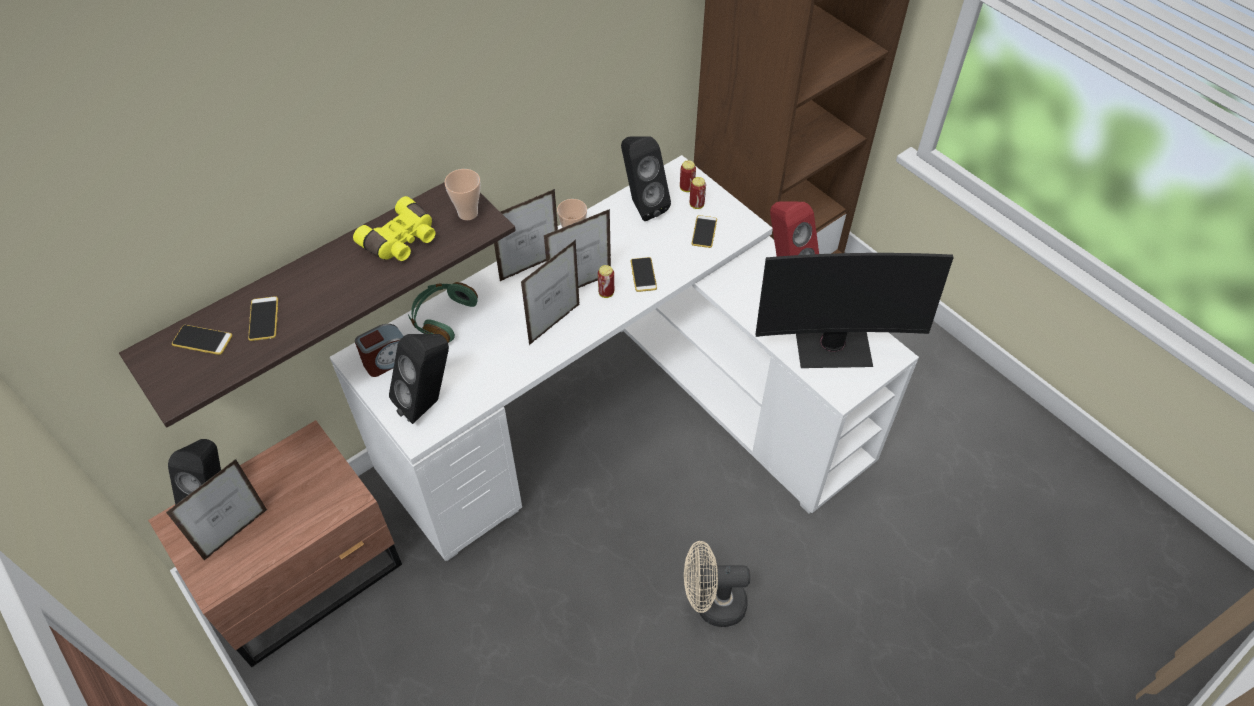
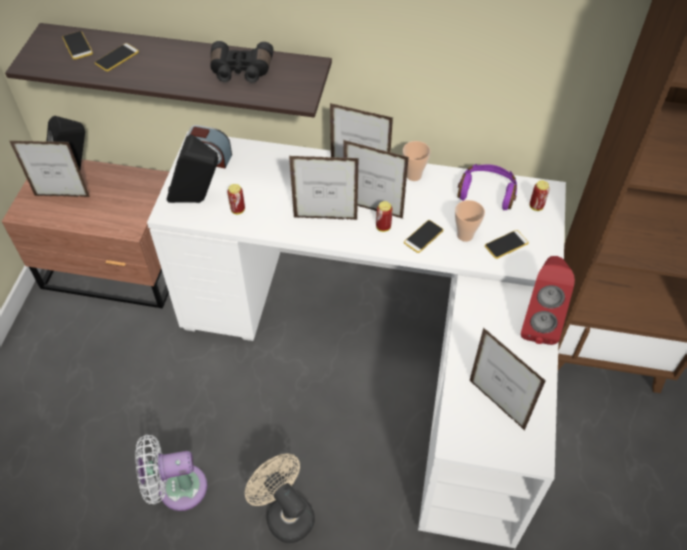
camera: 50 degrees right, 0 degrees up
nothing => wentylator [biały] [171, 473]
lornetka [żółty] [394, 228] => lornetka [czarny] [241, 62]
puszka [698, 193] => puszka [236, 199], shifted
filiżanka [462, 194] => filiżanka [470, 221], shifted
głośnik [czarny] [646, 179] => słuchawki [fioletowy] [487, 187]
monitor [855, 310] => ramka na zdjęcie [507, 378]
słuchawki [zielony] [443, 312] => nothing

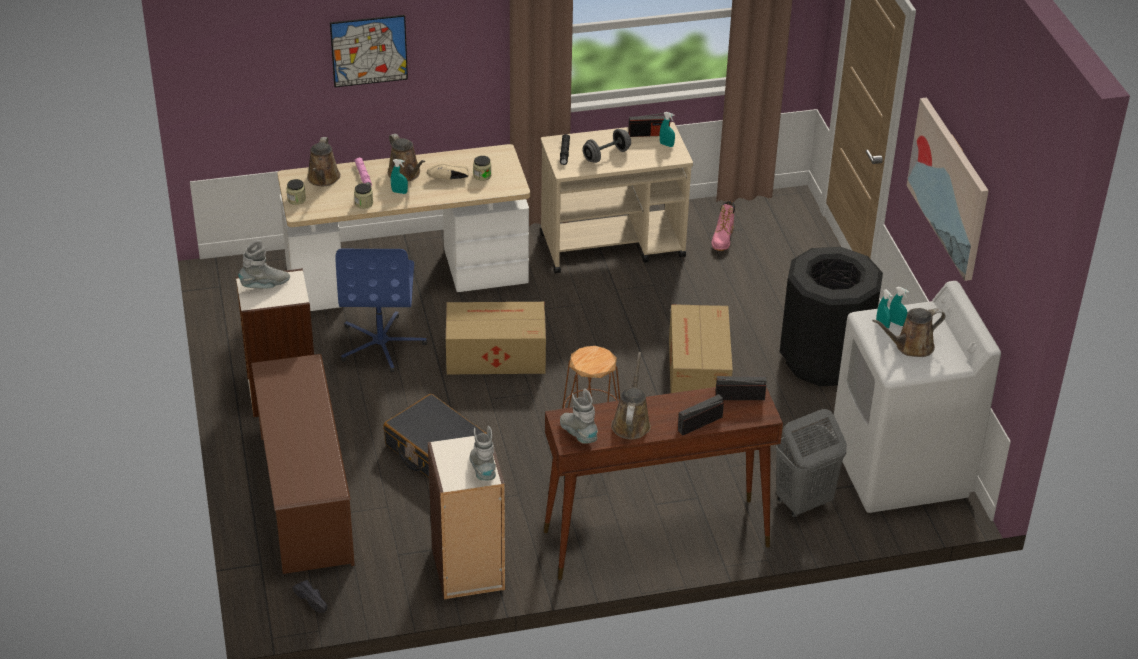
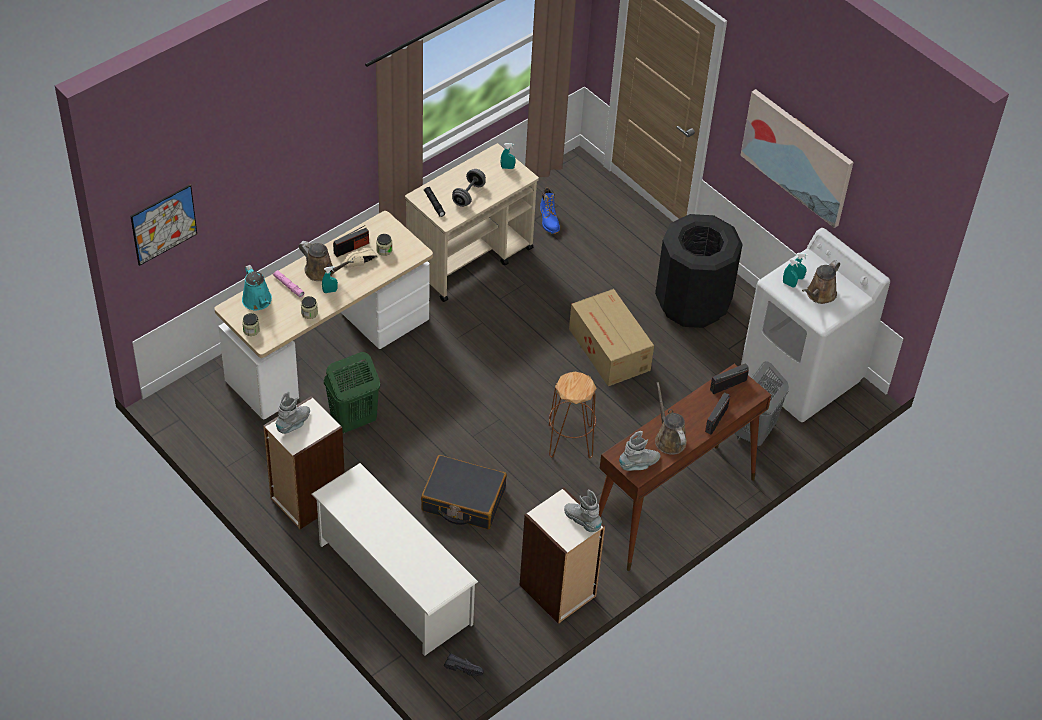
camera: 30 degrees left, 10 degrees up
obraz [369, 51] => obraz [163, 225], shifted
konewka [brązowy] [324, 161] => konewka [turkusowy] [257, 287]
regał na buty [brązowy] [303, 464] => regał na buty [biały] [394, 559]
krzesło biurowe [niebieski] [381, 310] => kosz na pranie [zielony] [352, 393]
radio [649, 125] => radio [351, 241], shifted
but z cholewką [różowy] [723, 226] => but z cholewką [niebieski] [550, 211]
but z cholewką [szary] [579, 416] => but z cholewką [szary] [639, 451], 120 degrees clockwise
karton [496, 338] => nothing

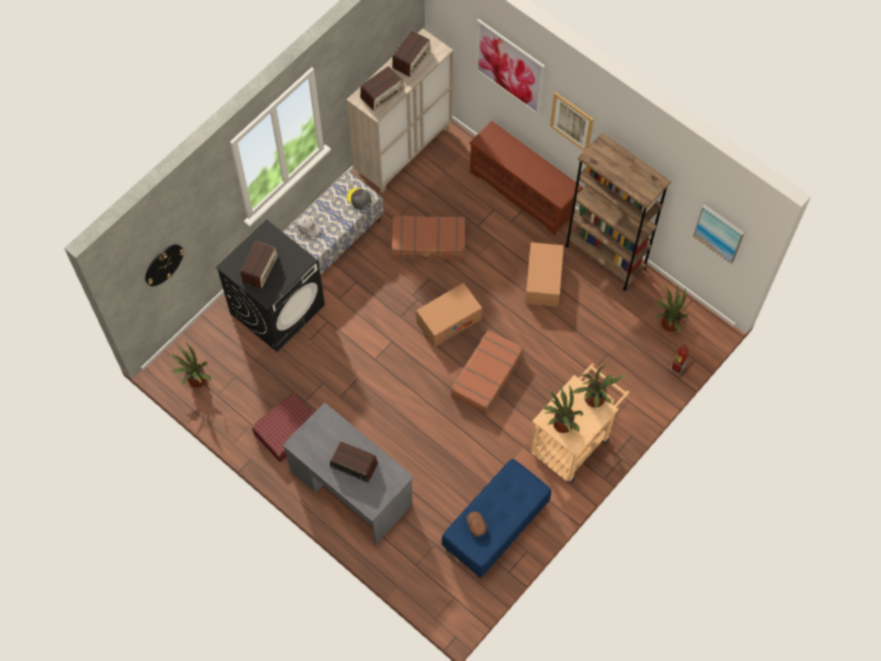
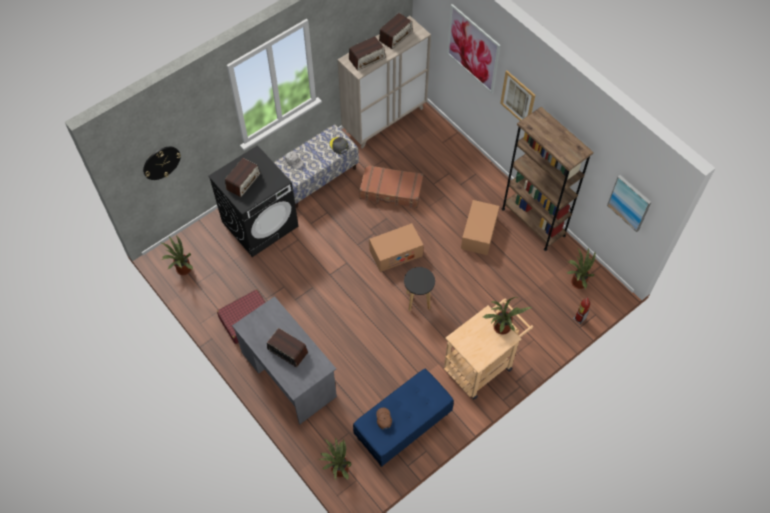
camera: 10 degrees right, 5 degrees down
roślina doniczkowa [562, 409] => roślina doniczkowa [335, 458], shifted
walizka [brązowy] [487, 372] => stołek [czarny] [419, 289]
regał na buty [brązowy] [526, 178] => nothing

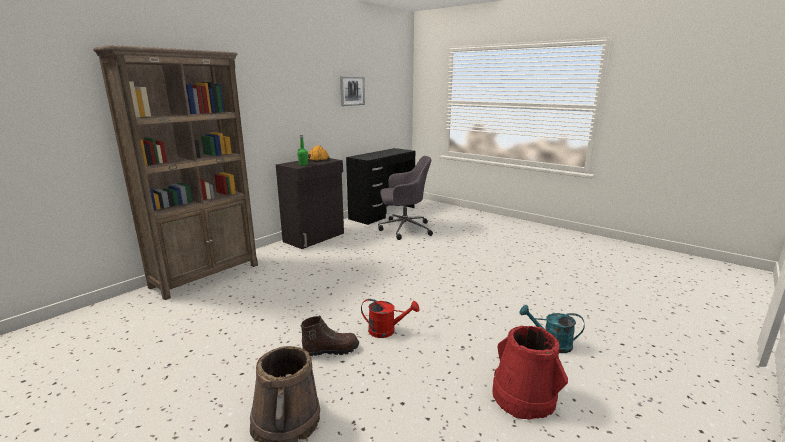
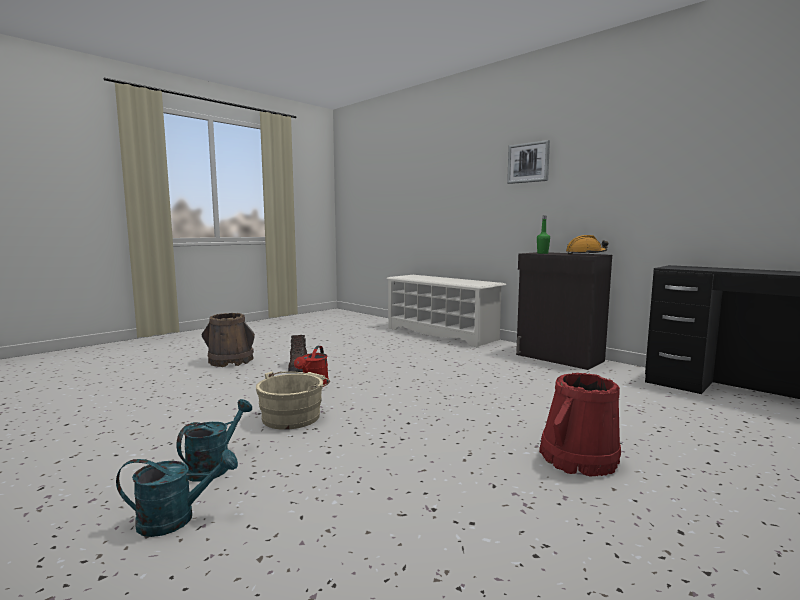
camera: 95 degrees right, 10 degrees down
nothing => konewka [turkusowy] [177, 493]
nothing => wiadro [beżowy] [293, 400]
regał [brązowy] [175, 172] => regał na buty [biały] [446, 311]
obraz [352, 91] => obraz [528, 162], shifted
wiadro [czerwony] [530, 373] => wiadro [czerwony] [580, 425], shifted
krzesło biurowe [szary] [405, 198] => nothing

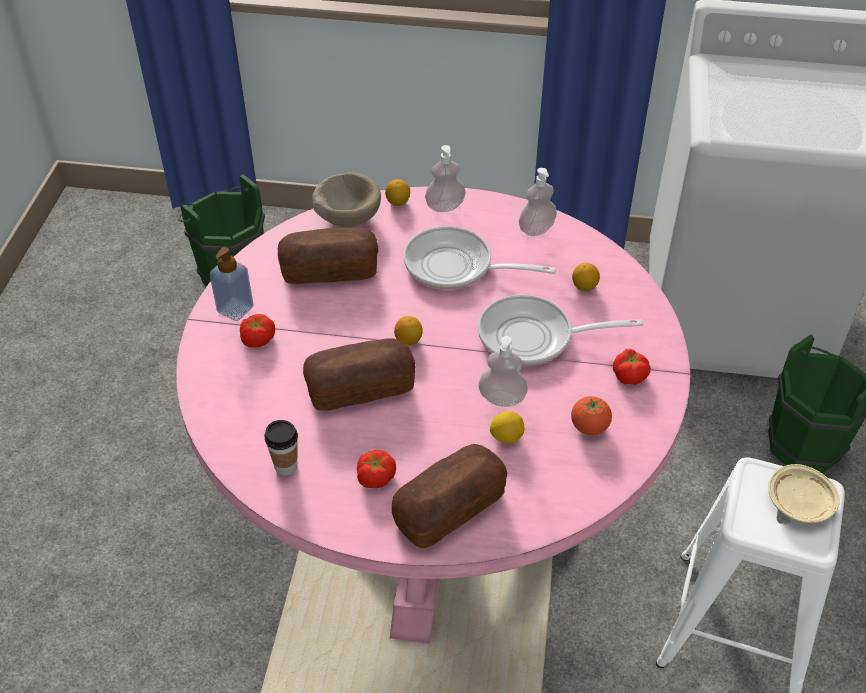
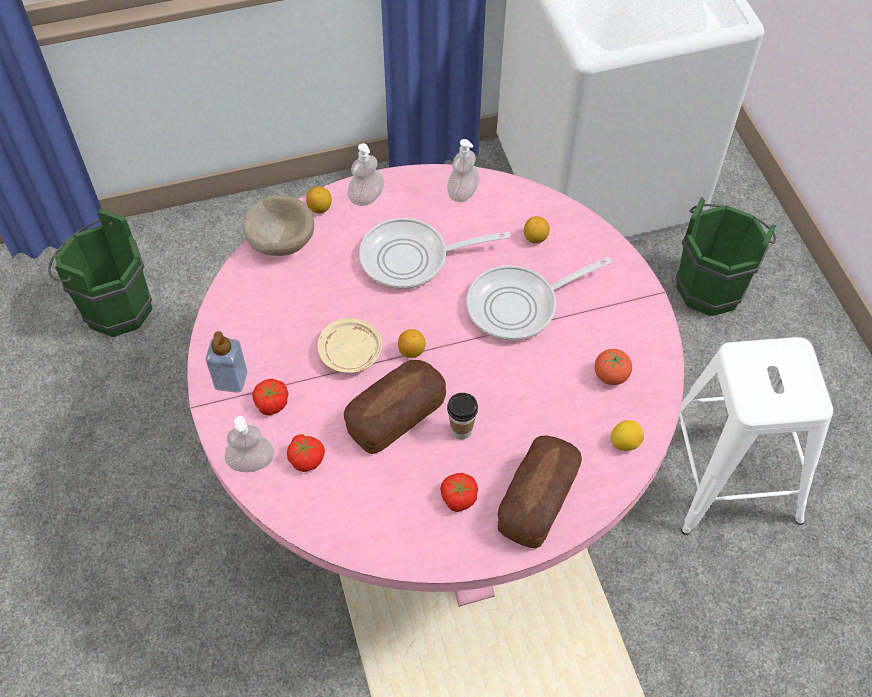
camera: 25 degrees left, 10 degrees up
dozownik mydła [503, 371] => dozownik mydła [249, 444], shifted
pomidor [632, 367] => pomidor [306, 453], shifted
talerz [beżowy] [804, 493] => talerz [beżowy] [349, 345], shifted
filiżanka [281, 448] => filiżanka [462, 416], shifted
cytryna [507, 427] => cytryna [627, 435], shifted
chleb [328, 256] => nothing

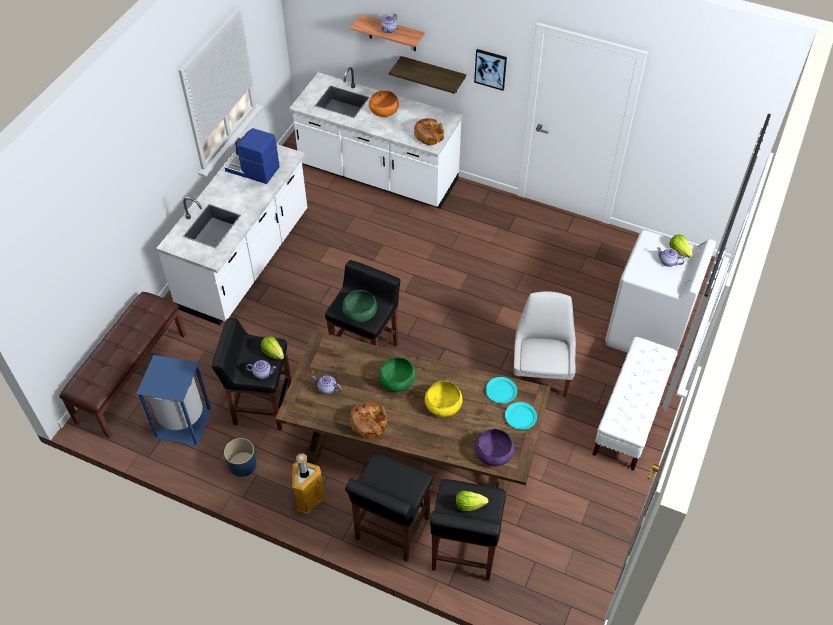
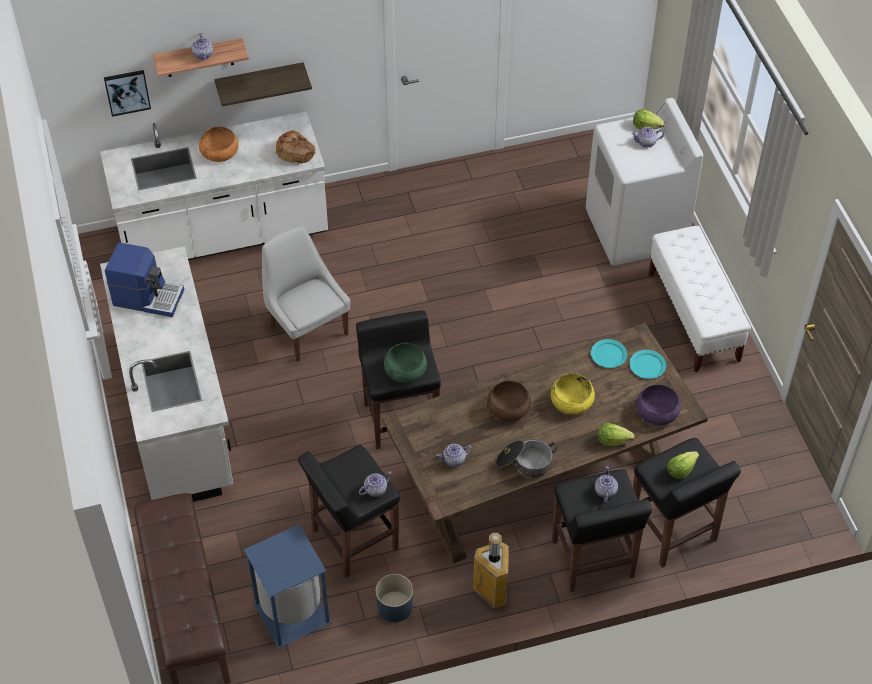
camera: 40 degrees left, 0 degrees up
obraz [490, 70] => obraz [127, 93], shifted
ekspres do kawy [252, 156] => ekspres do kawy [144, 280], 150 degrees counterclockwise
krzesło [biały] [545, 344] => krzesło [biały] [306, 293], shifted
miska [zielony] [397, 374] => miska [brązowy] [509, 400]
chleb [368, 420] => garnek [526, 458]
nothing => imbryk [606, 484]
sałata [272, 348] => sałata [616, 434], shifted

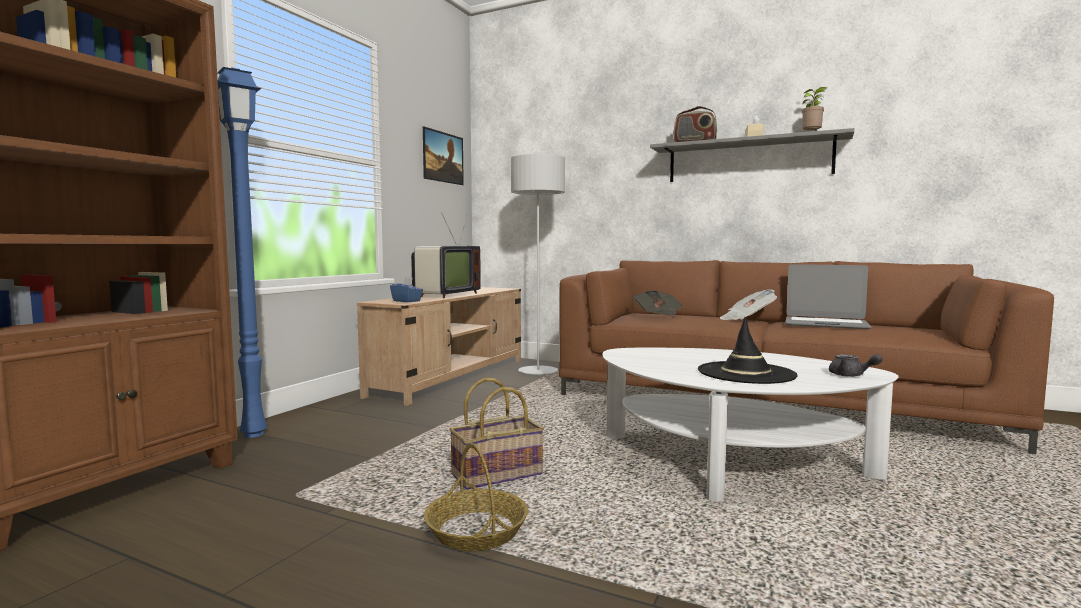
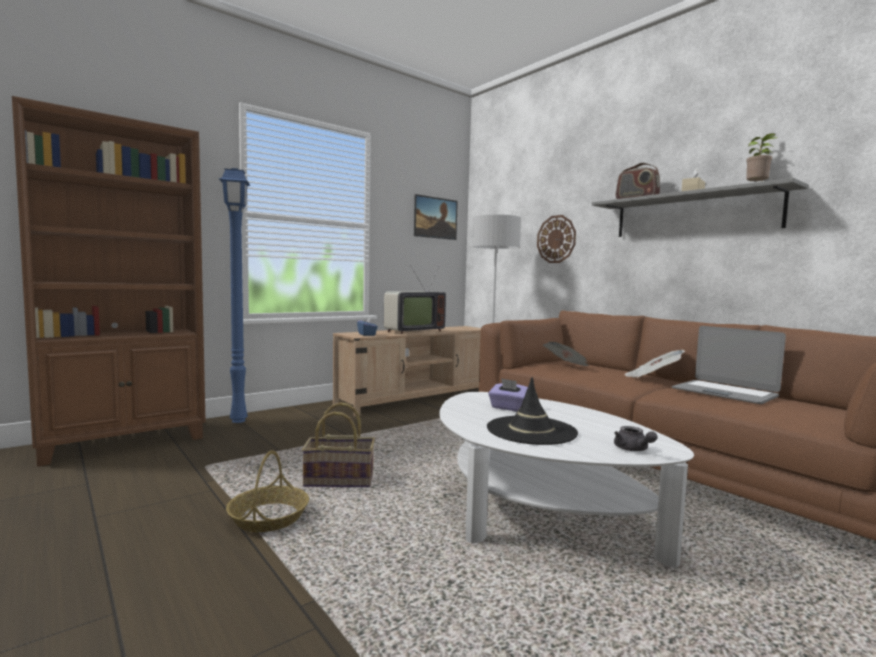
camera: 25 degrees right, 0 degrees up
nothing => pudełko chusteczek [fioletowy] [508, 395]
nothing => zegar ścienny [556, 239]

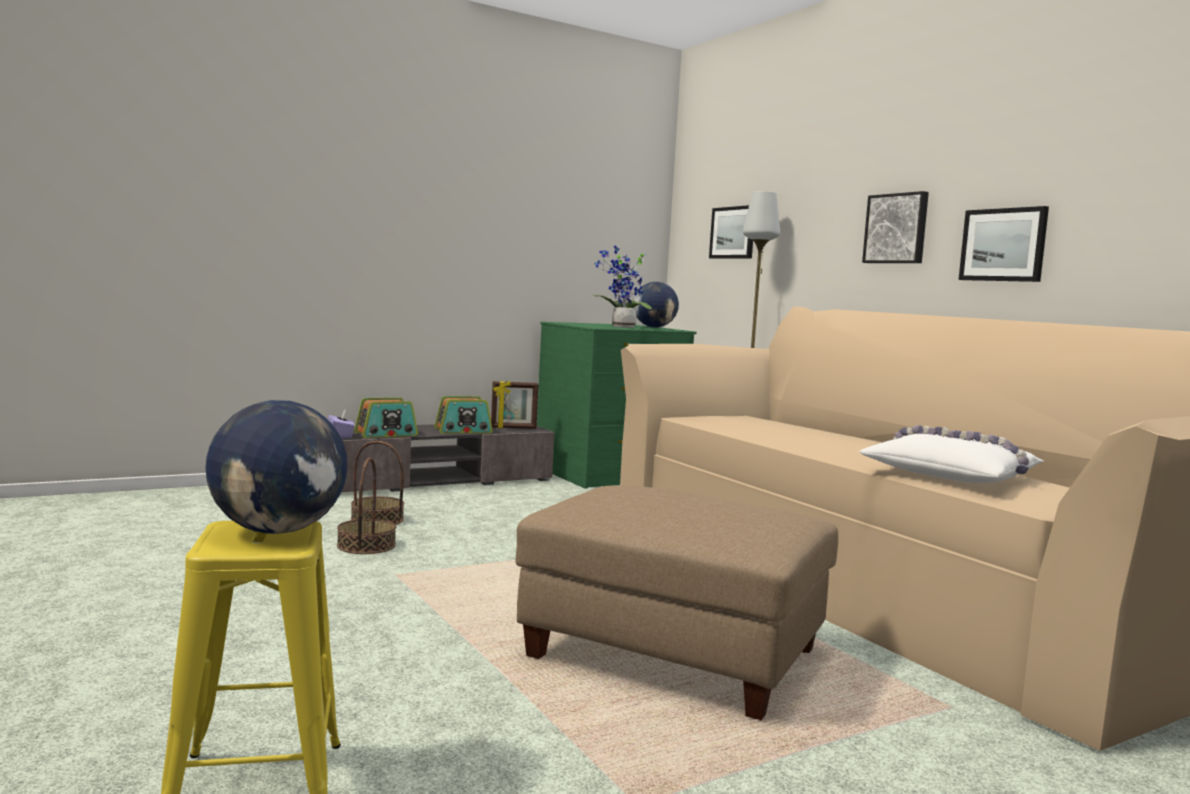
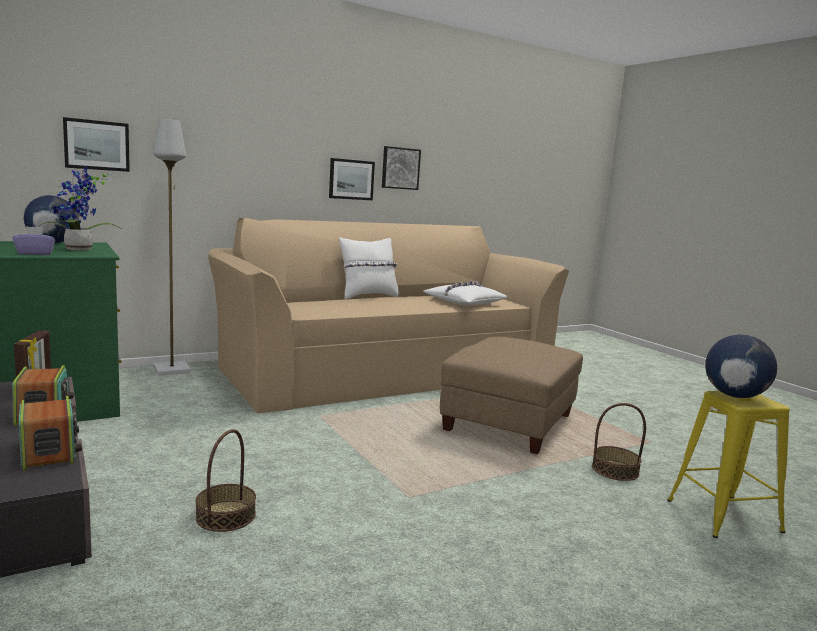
camera: 90 degrees left, 5 degrees up
pudełko chusteczek [fioletowy] [341, 423] => pudełko chusteczek [fioletowy] [34, 240], shifted
nothing => poduszka [biały] [369, 268]
obraz [895, 227] => obraz [401, 168], shifted
koszyk [366, 506] => koszyk [619, 442], shifted

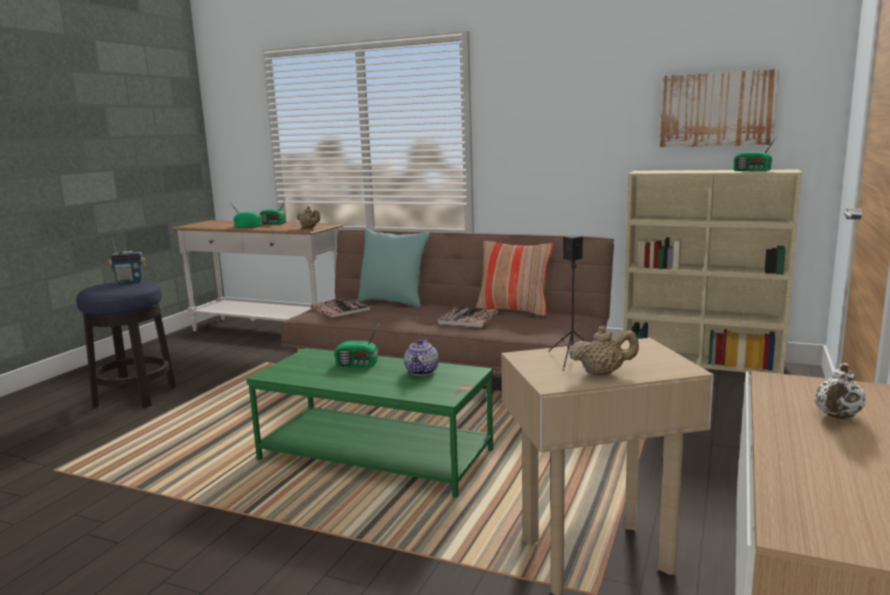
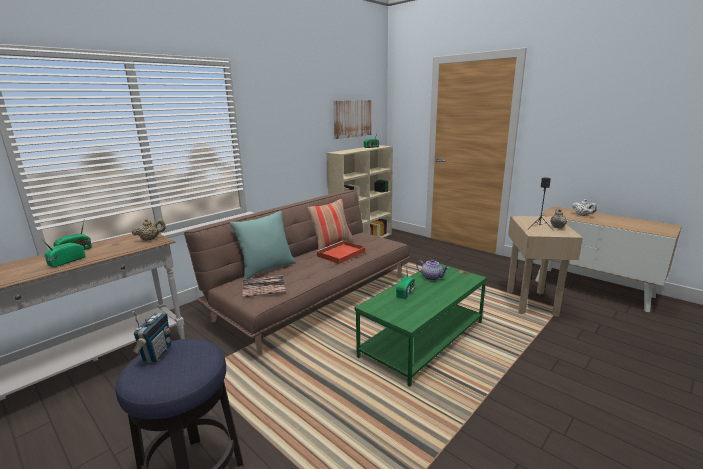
camera: 70 degrees left, 5 degrees up
książka [468, 317] => taca [czerwony] [341, 252]

